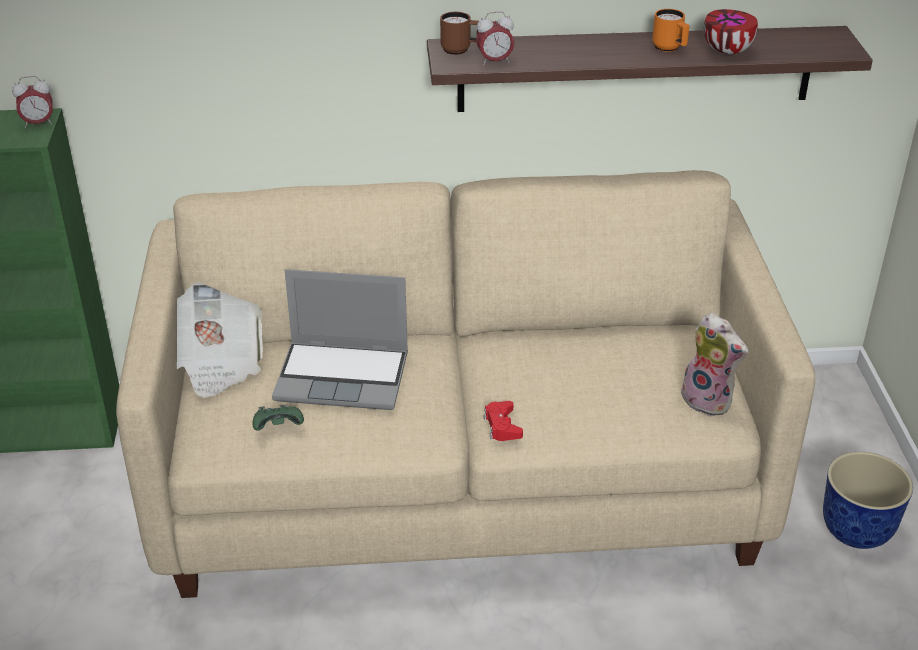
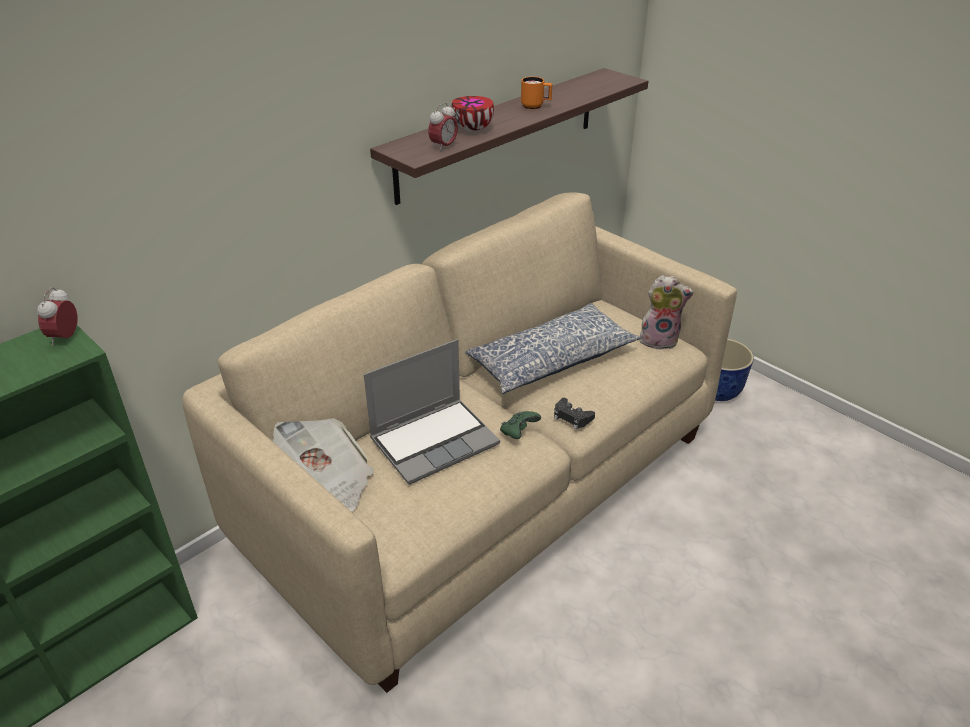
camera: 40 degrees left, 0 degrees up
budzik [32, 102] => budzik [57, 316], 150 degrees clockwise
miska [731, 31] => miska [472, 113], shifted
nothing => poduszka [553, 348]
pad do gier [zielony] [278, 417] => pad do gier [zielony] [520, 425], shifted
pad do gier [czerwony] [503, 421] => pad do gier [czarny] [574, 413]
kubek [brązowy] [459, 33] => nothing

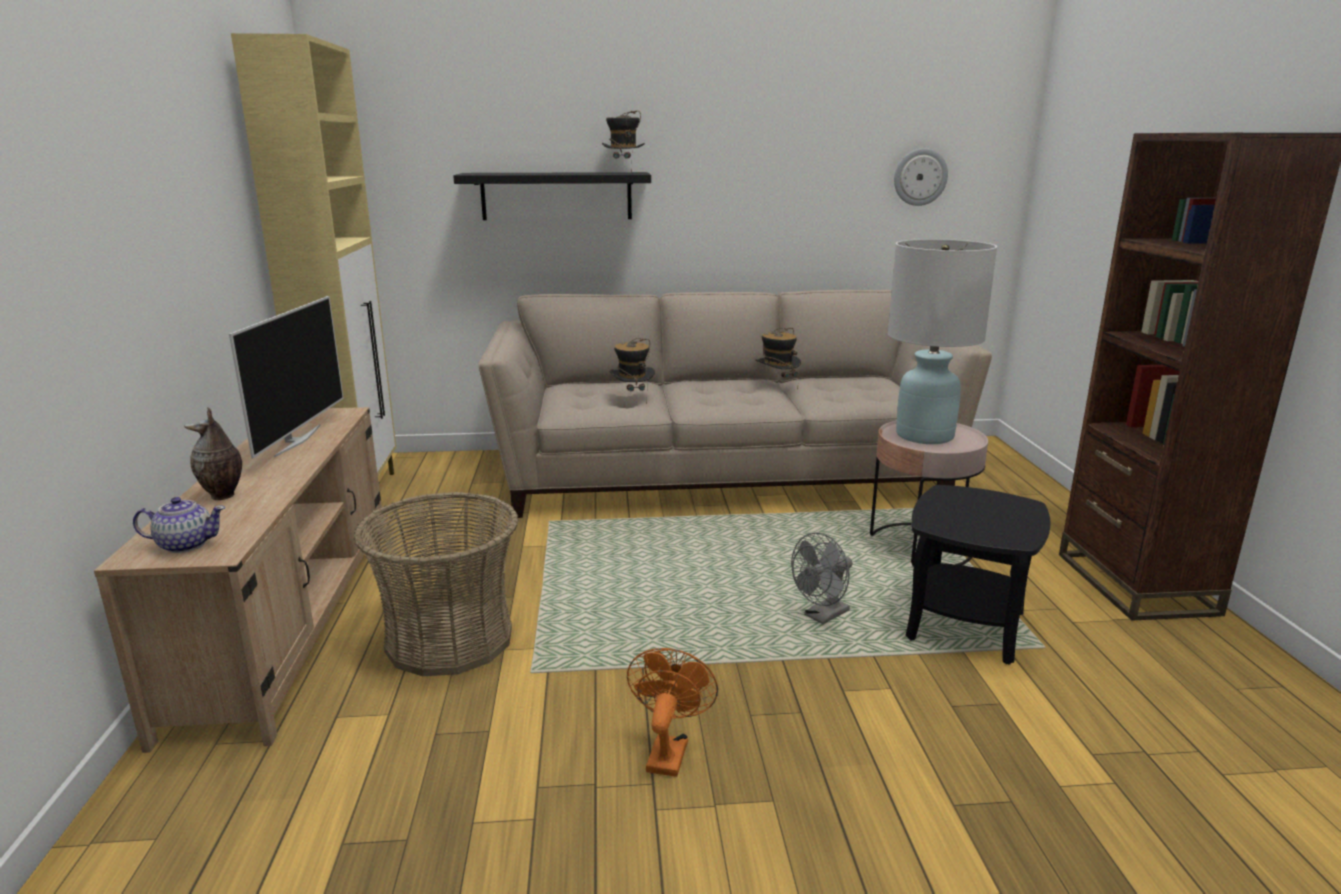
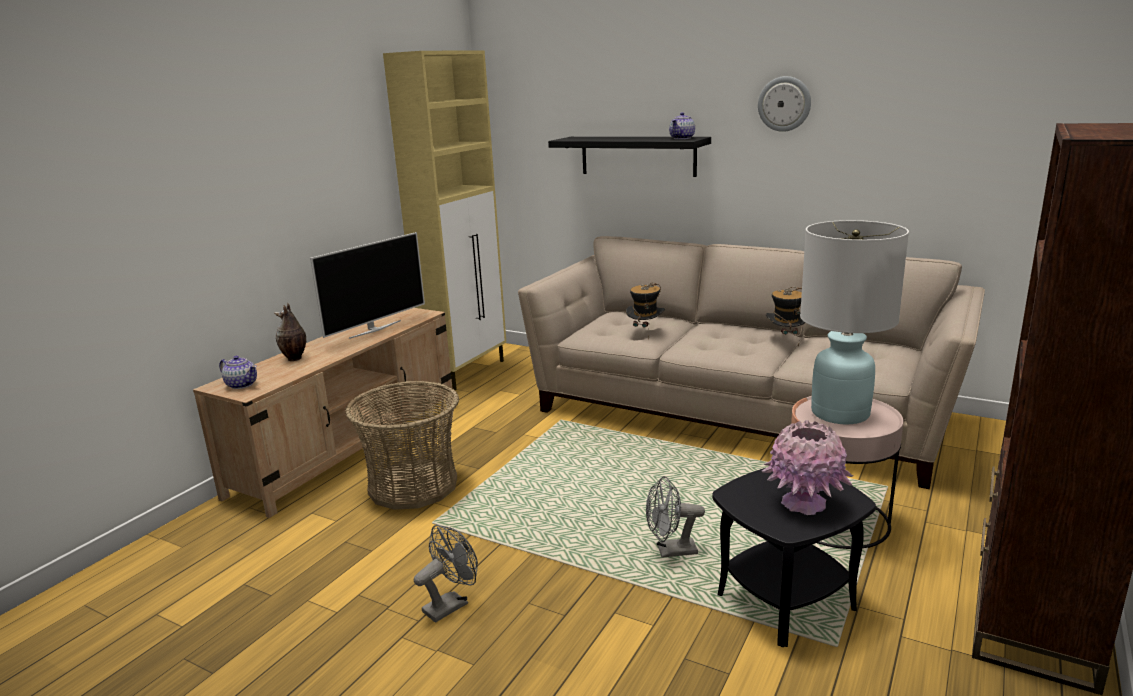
camera: 35 degrees right, 0 degrees up
wentylator [pomarańczowy] [672, 712] => wentylator [szary] [446, 574]
kapelusz [623, 142] => imbryk [682, 125]
zegar ścienny [921, 177] => zegar ścienny [784, 104], shifted
nothing => wazon [różowy] [807, 467]

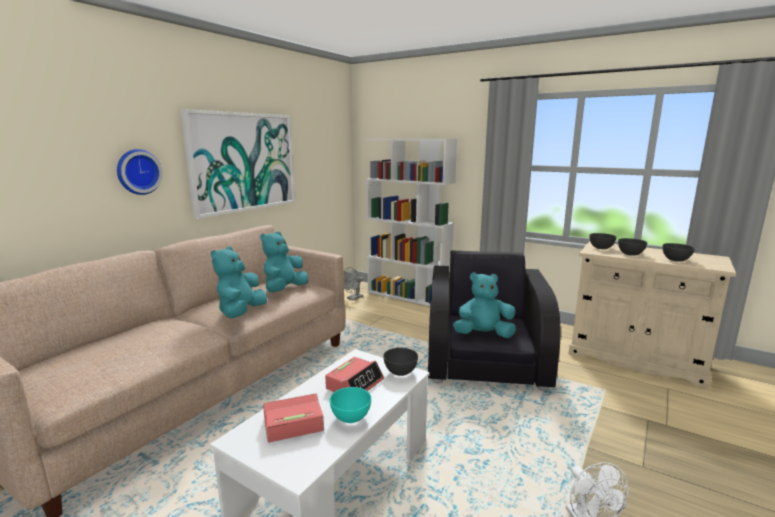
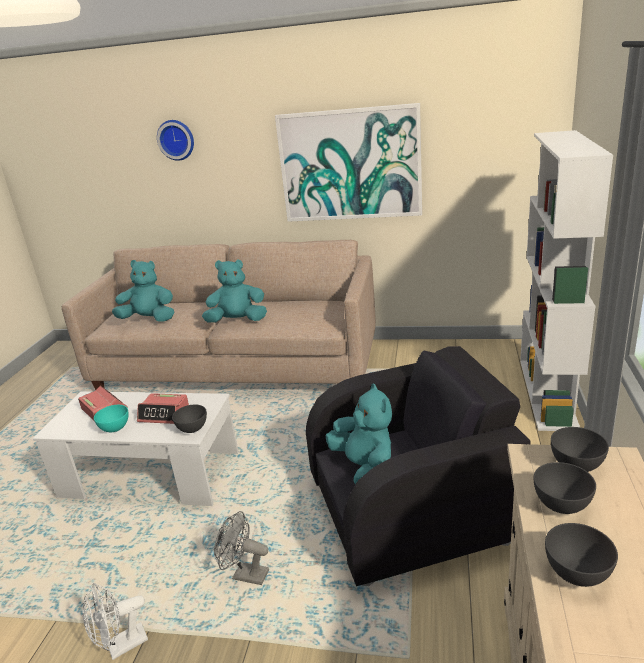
camera: 70 degrees right, 10 degrees up
pluszak [turkusowy] [284, 261] => pluszak [turkusowy] [143, 291], shifted
zegar ścienny [140, 172] => zegar ścienny [175, 140], shifted
wentylator [szary] [353, 284] => wentylator [szary] [241, 548], shifted

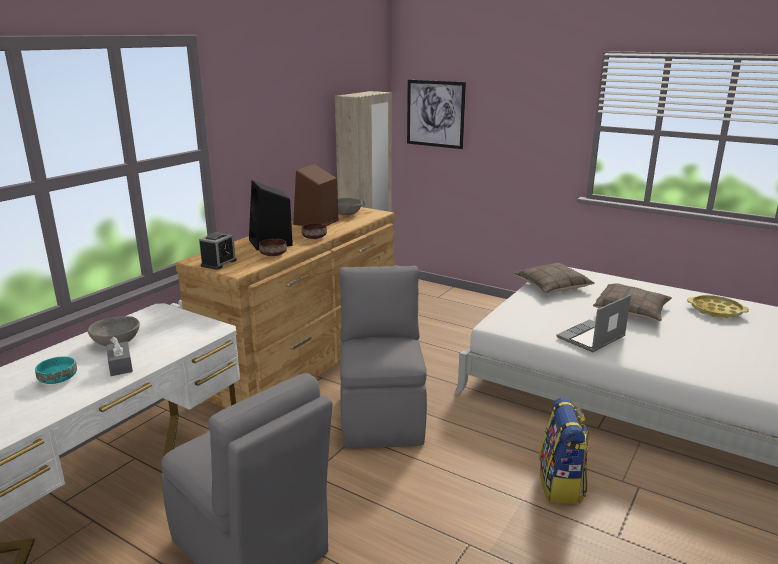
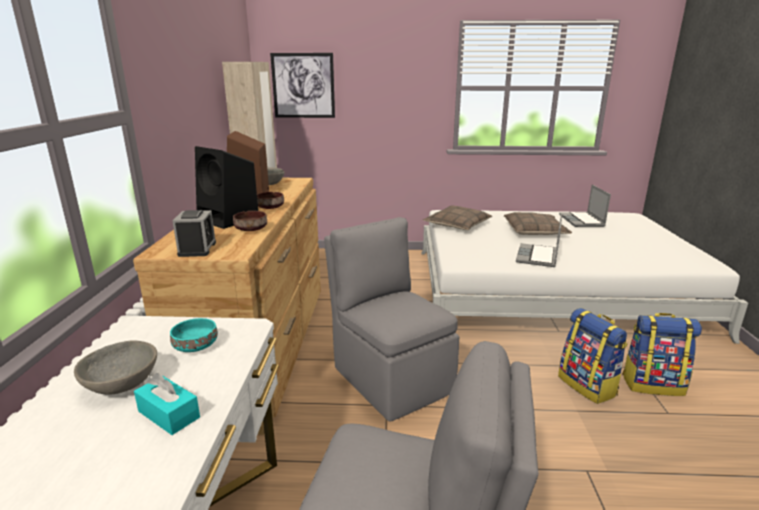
camera: 30 degrees left, 0 degrees up
pudełko chusteczek [szary] [119, 356] => pudełko chusteczek [turkusowy] [167, 404]
miska [turkusowy] [56, 370] => miska [turkusowy] [194, 335], shifted
taca [żółty] [718, 307] => laptop [585, 206]
nothing => plecak [662, 354]

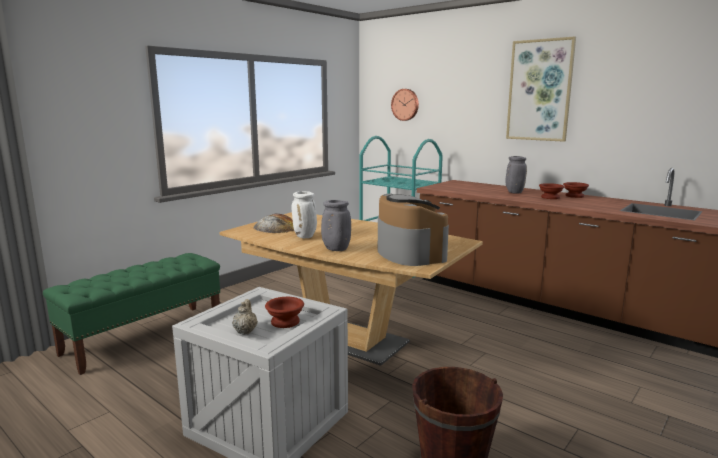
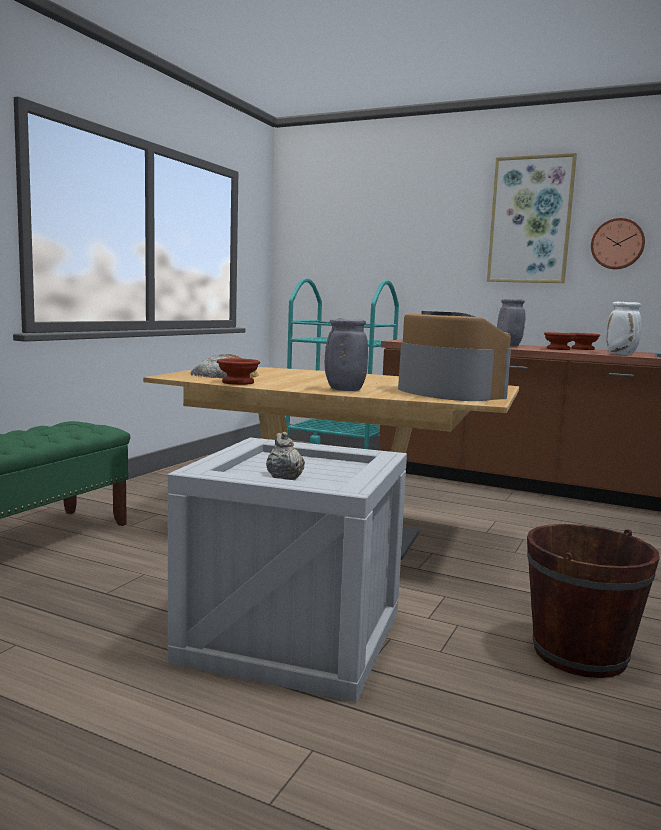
camera: 15 degrees left, 5 degrees down
miska [brązowy] [284, 312] => miska [brązowy] [238, 371], shifted
zegar ścienny [405, 105] => zegar ścienny [618, 243], shifted
wazon [biały] [304, 214] => wazon [biały] [624, 328], shifted

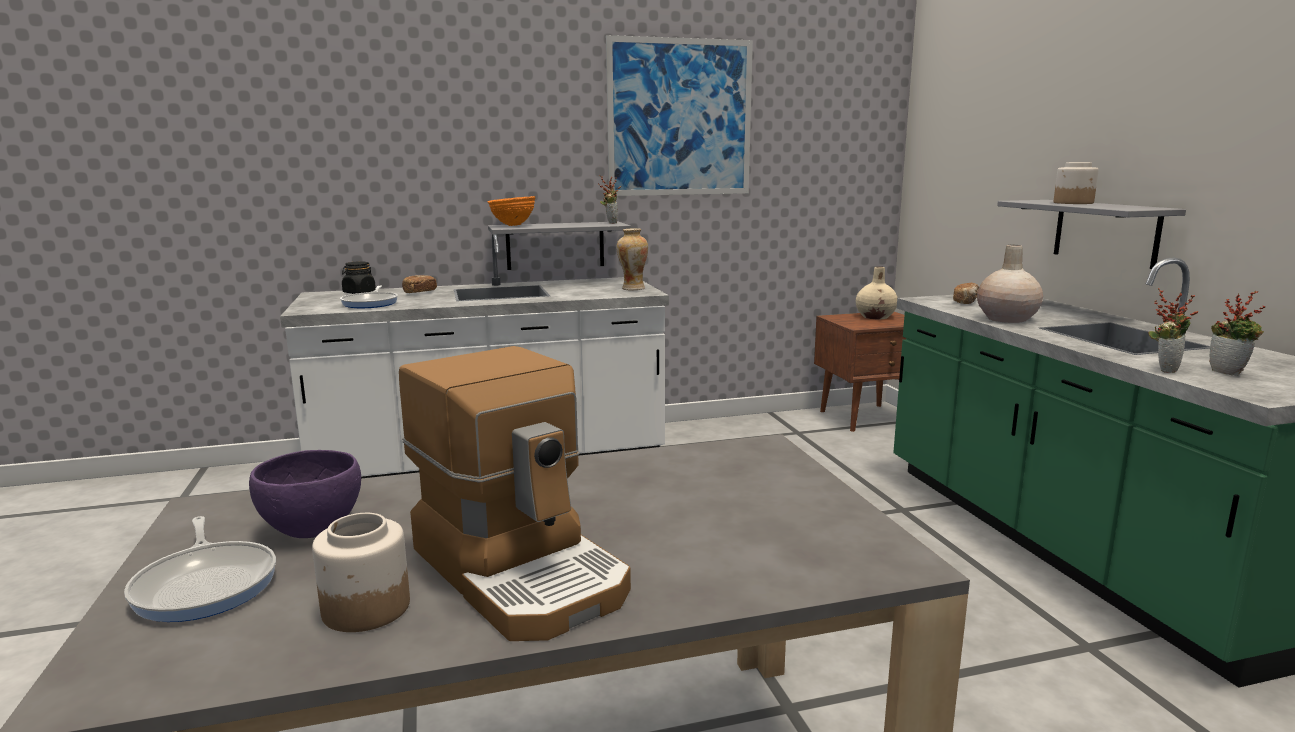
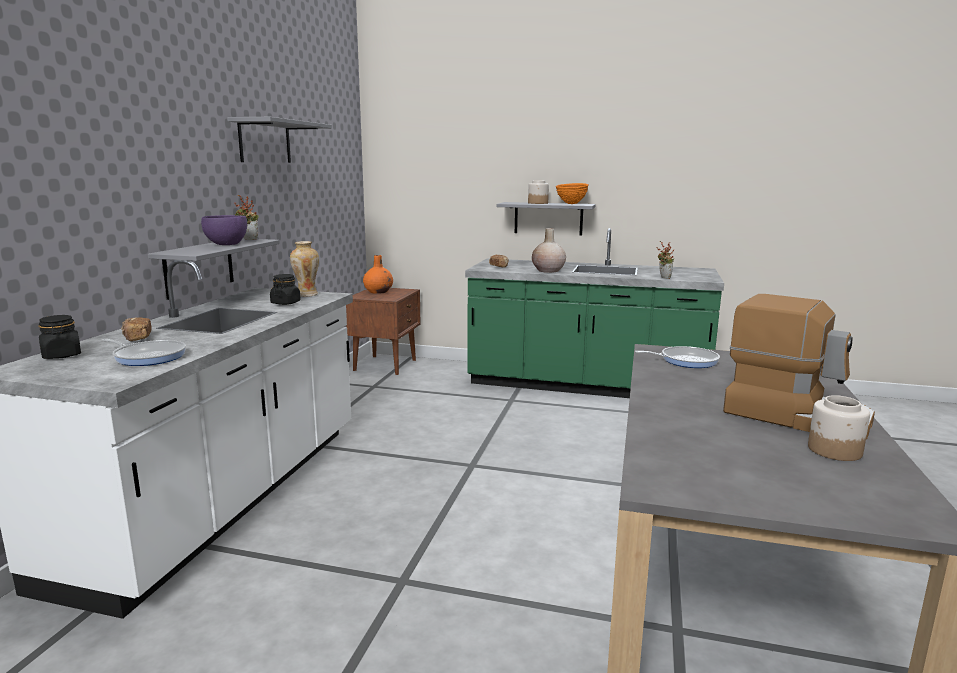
camera: 60 degrees left, 0 degrees up
miska [fioletowy] [305, 494] => miska [fioletowy] [224, 230], shifted
obraz [679, 115] => półka [szary] [279, 140]
nothing => słoik [czarny] [285, 289]
wazon [beżowy] [876, 292] => wazon [pomarańczowy] [378, 274]
miska [pomarańczowy] [511, 211] => miska [pomarańczowy] [572, 193], shifted
patelnia [200, 569] => patelnia [677, 357], shifted
ekspres do kawy [515, 493] => ekspres do kawy [799, 366], 45 degrees clockwise
roślina doniczkowa [1237, 333] => nothing

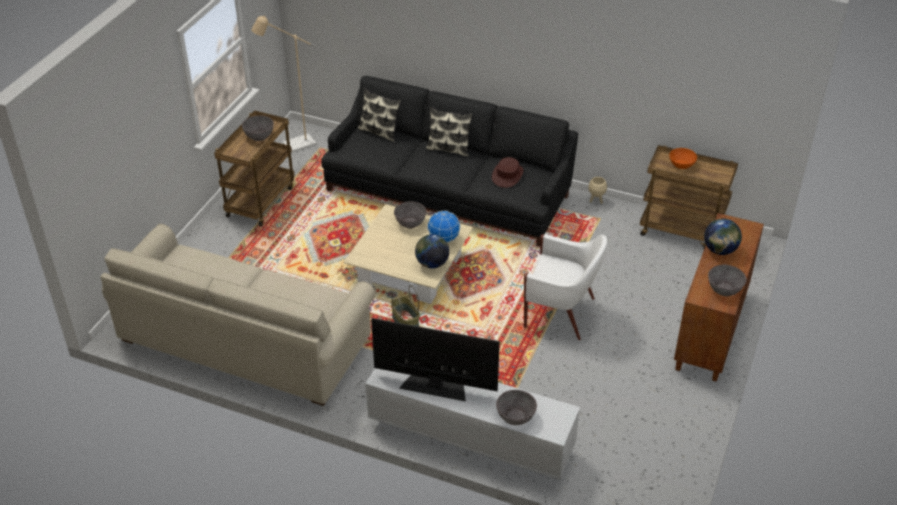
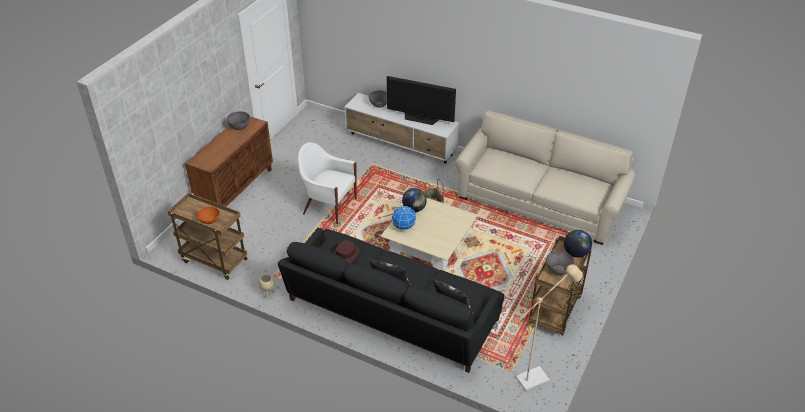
camera: 175 degrees left, 0 degrees up
globus [723, 236] => globus [578, 243], shifted
miska [szary] [410, 214] => nothing

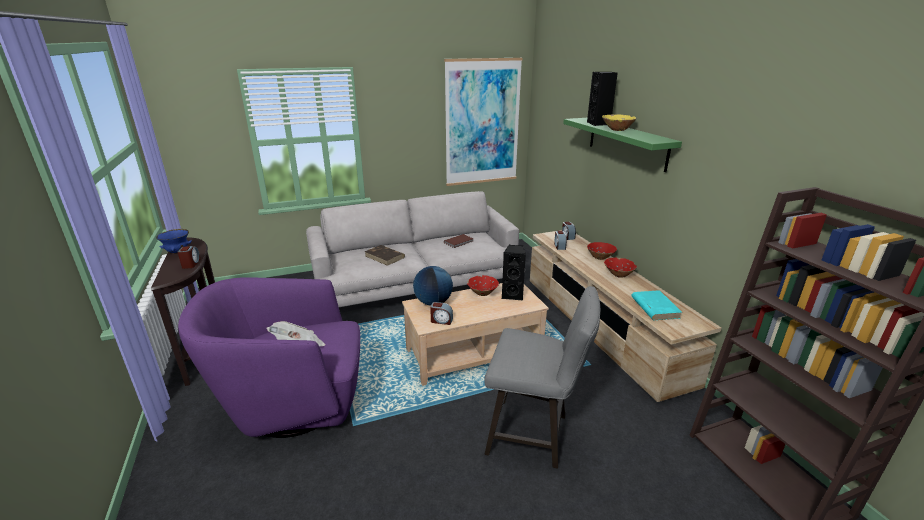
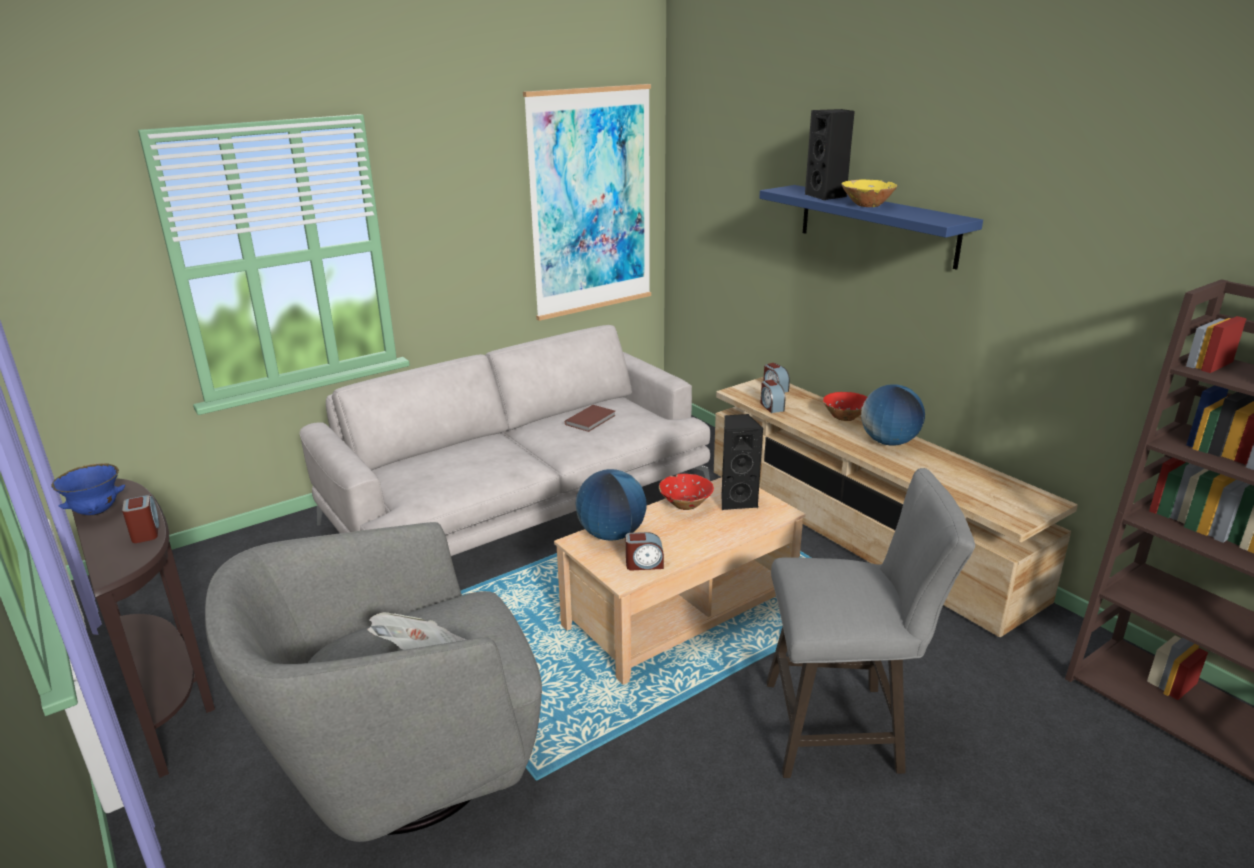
camera: 15 degrees left, 0 degrees up
fotel [fioletowy] [269, 357] => fotel [szary] [373, 682]
półka [zielony] [622, 145] => półka [niebieski] [871, 227]
miska [czerwony] [620, 268] => globus [893, 415]
książka [brązowy] [384, 255] => nothing
książka [turkusowy] [657, 305] => nothing

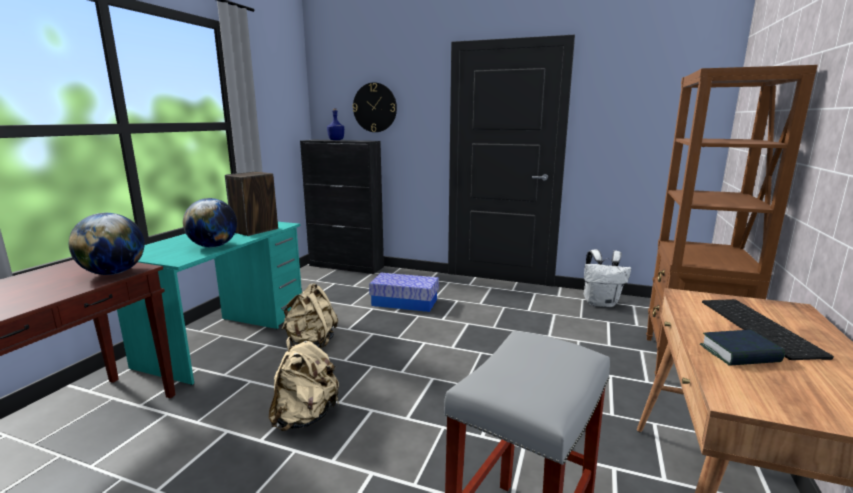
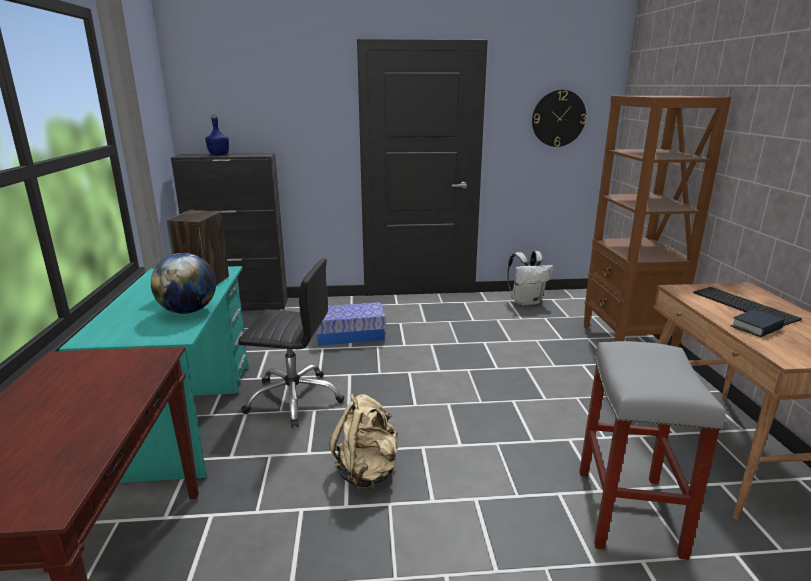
camera: 25 degrees left, 5 degrees up
plecak [beżowy] [309, 316] => krzesło biurowe [czarny] [291, 343]
zegar ścienny [374, 107] => zegar ścienny [559, 118], shifted
globus [107, 244] => nothing

